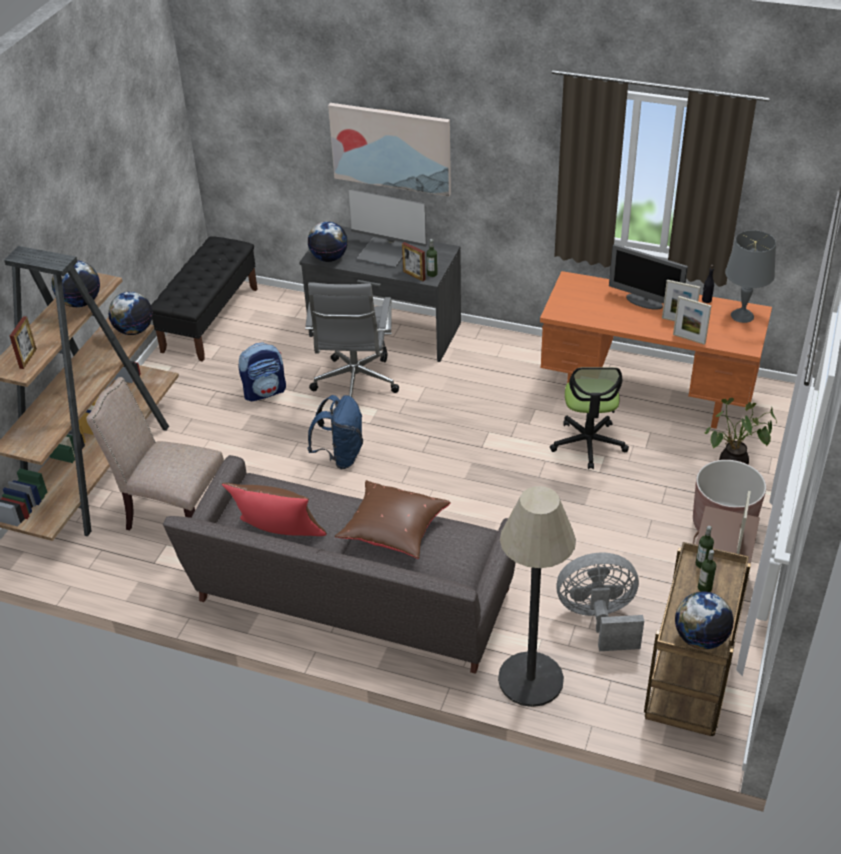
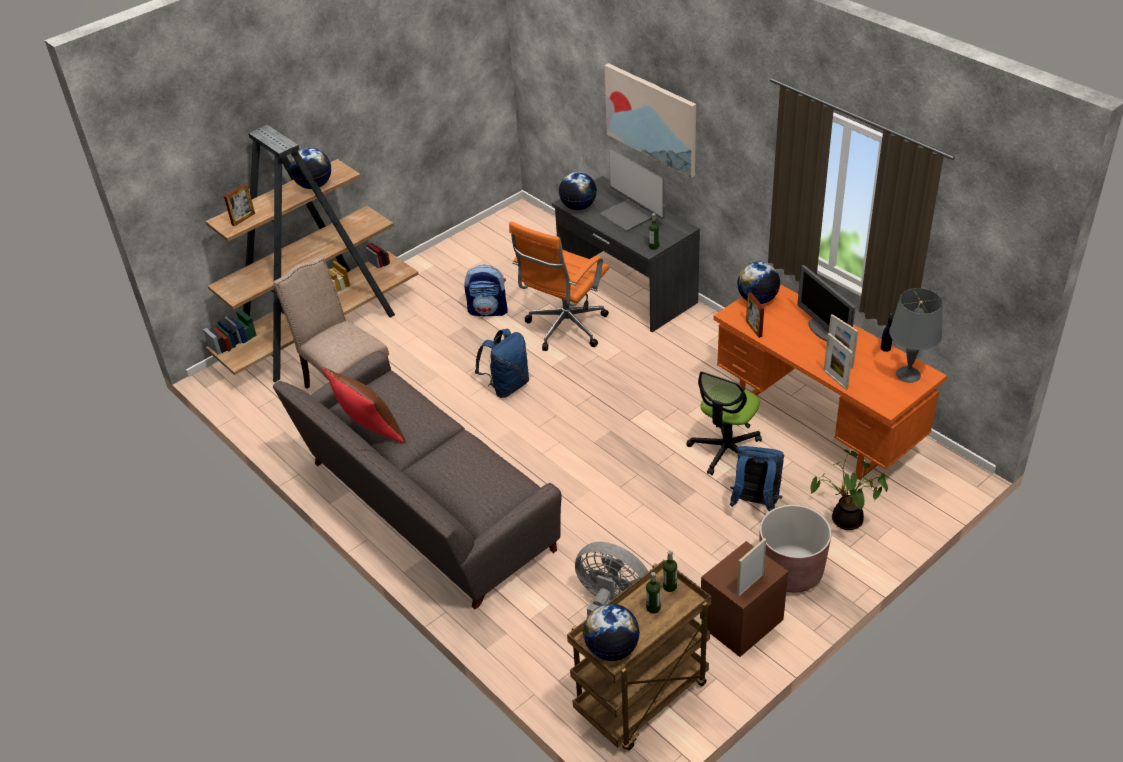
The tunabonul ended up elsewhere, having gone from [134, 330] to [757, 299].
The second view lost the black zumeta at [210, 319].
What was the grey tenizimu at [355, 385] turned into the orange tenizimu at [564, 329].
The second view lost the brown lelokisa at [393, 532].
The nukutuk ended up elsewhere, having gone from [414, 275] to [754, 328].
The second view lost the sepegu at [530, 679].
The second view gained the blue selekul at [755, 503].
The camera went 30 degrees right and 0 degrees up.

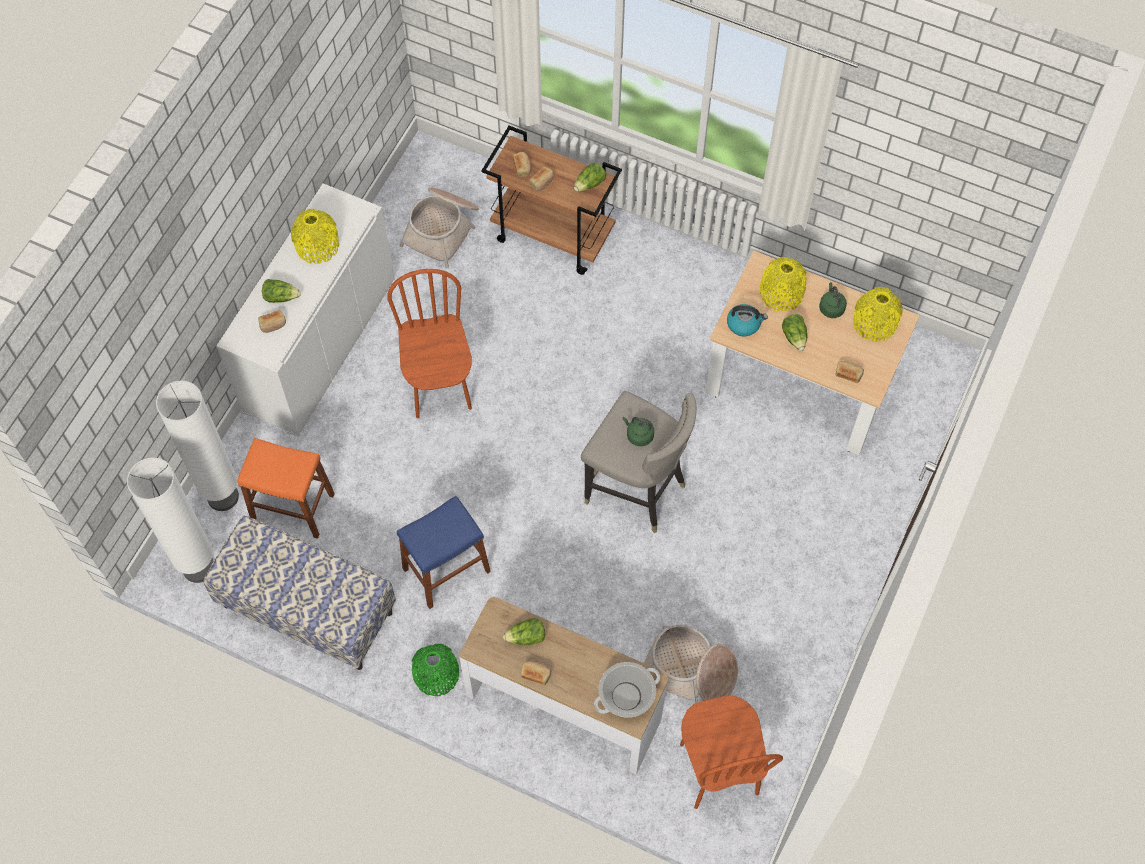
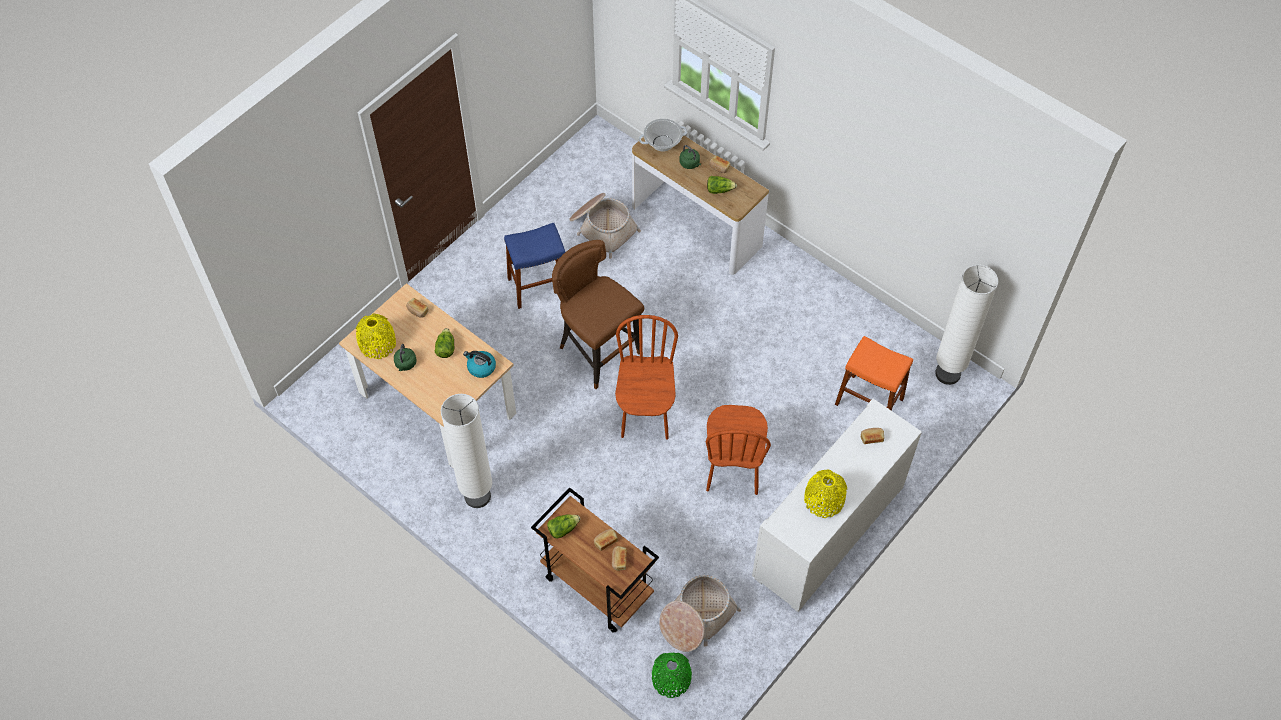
The white sepegu ended up elsewhere, having gone from [223, 497] to [477, 496].
The second view lost the zumeta at [307, 609].
The second view lost the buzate at [281, 296].
The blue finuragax ended up elsewhere, having gone from [446, 570] to [539, 286].
The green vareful ended up elsewhere, having gone from [436, 675] to [671, 679].
What was the grey finuragax at [636, 491] turned into the brown finuragax at [598, 352].
The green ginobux ended up elsewhere, having gone from [638, 435] to [690, 164].
The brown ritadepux ended up elsewhere, having gone from [718, 769] to [645, 416].
The second view lost the yellow vareful at [781, 293].
The camera went 165 degrees left and 5 degrees down.

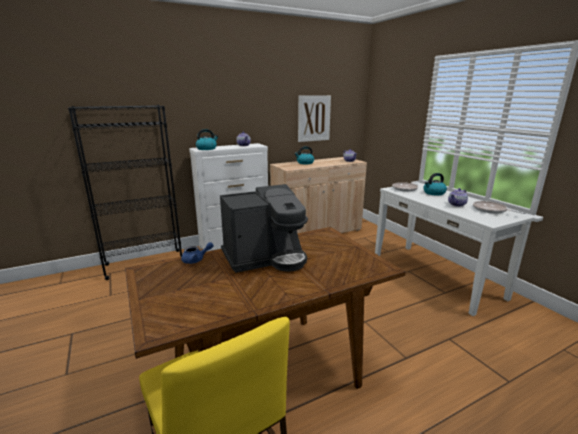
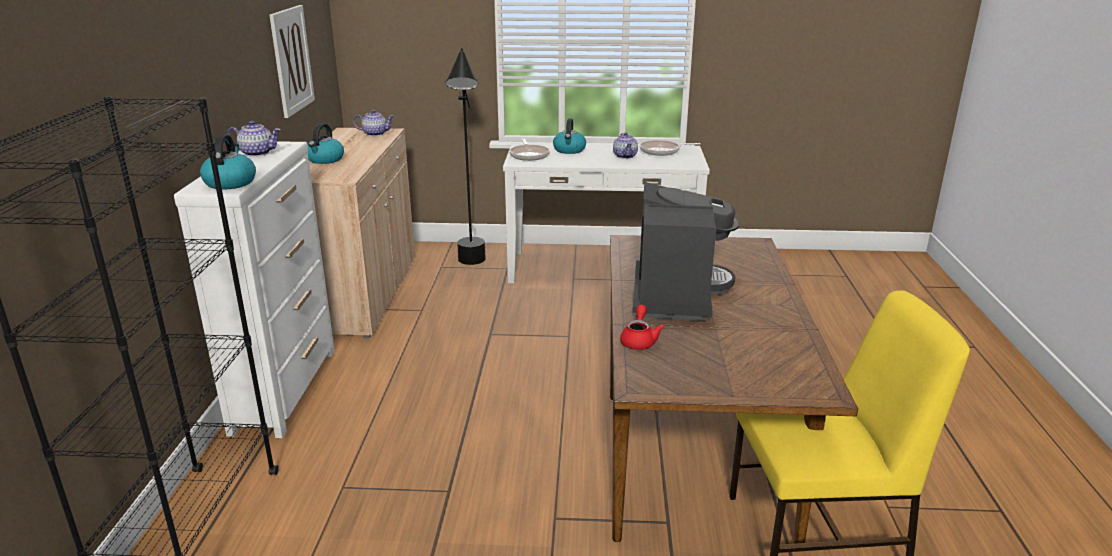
What was the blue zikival at [196, 260] turned into the red zikival at [639, 340].
The second view gained the black sepegu at [472, 268].
The camera went 60 degrees left and 5 degrees up.

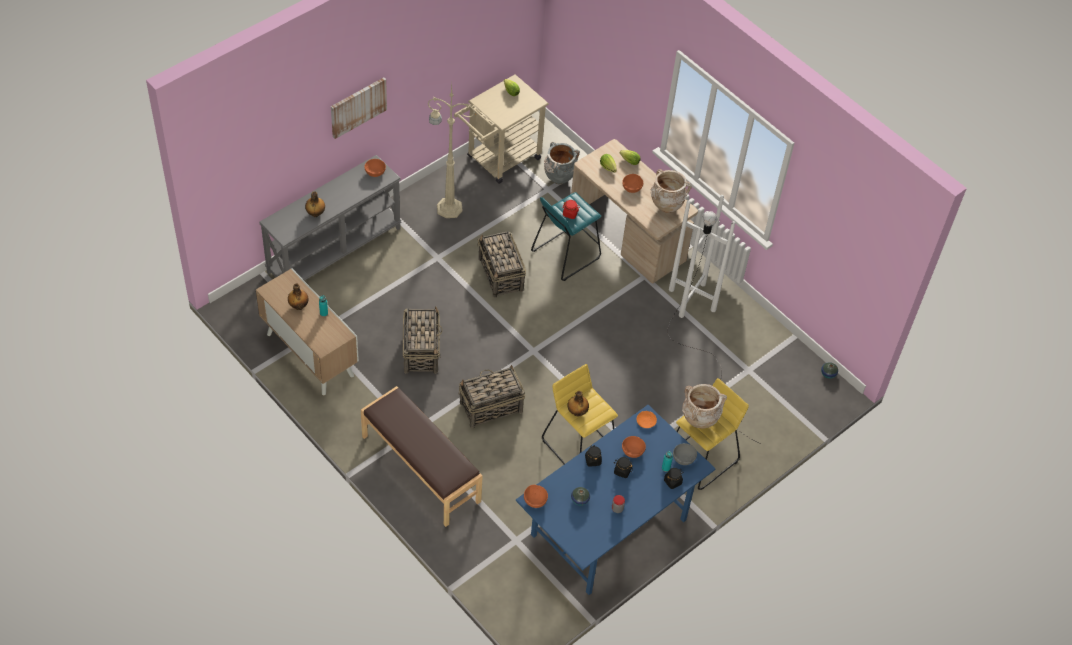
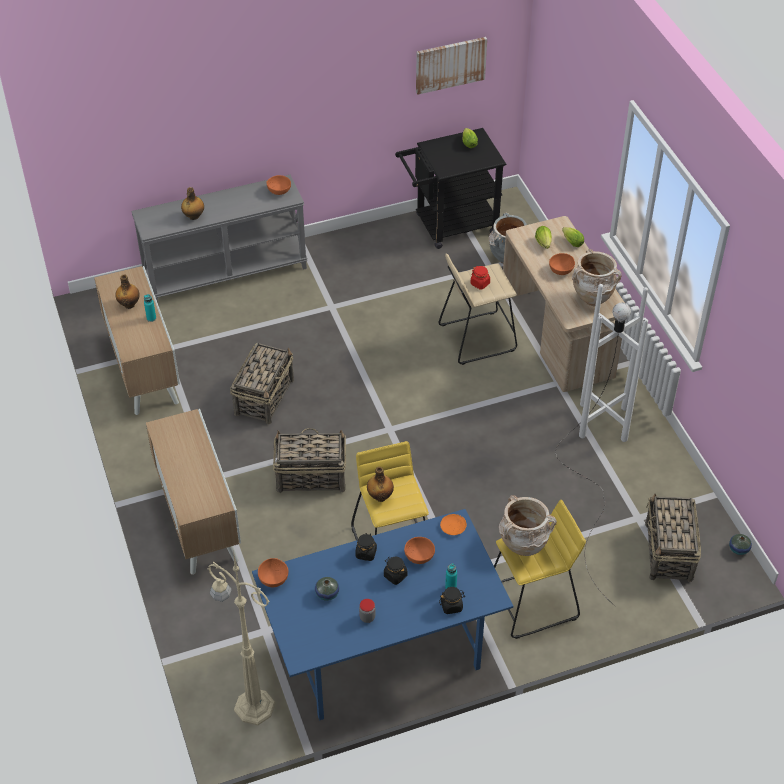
The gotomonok ended up elsewhere, having gone from [358, 107] to [450, 64].
Where the brown zumeta stood at [420, 469], the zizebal came to stand at [198, 520].
The beige sepegu ended up elsewhere, having gone from [448, 208] to [253, 705].
What was the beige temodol at [499, 160] turned into the black temodol at [449, 226].
The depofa ended up elsewhere, having gone from [501, 275] to [668, 552].
What was the turquoise finuragax at [565, 254] turned into the beige finuragax at [477, 337].
The second view lost the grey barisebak at [684, 459].
The camera went 25 degrees right and 5 degrees down.

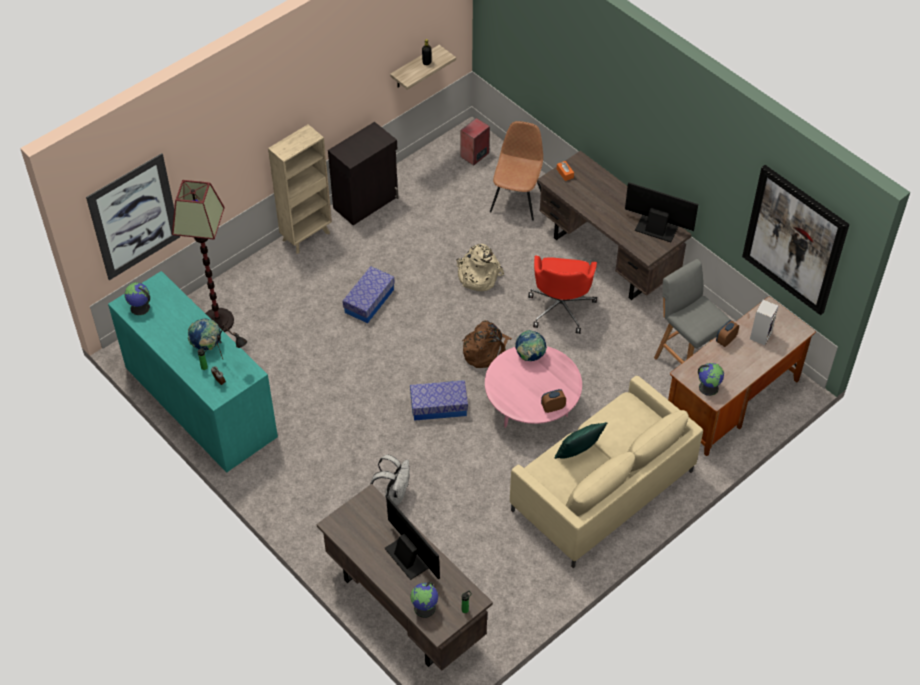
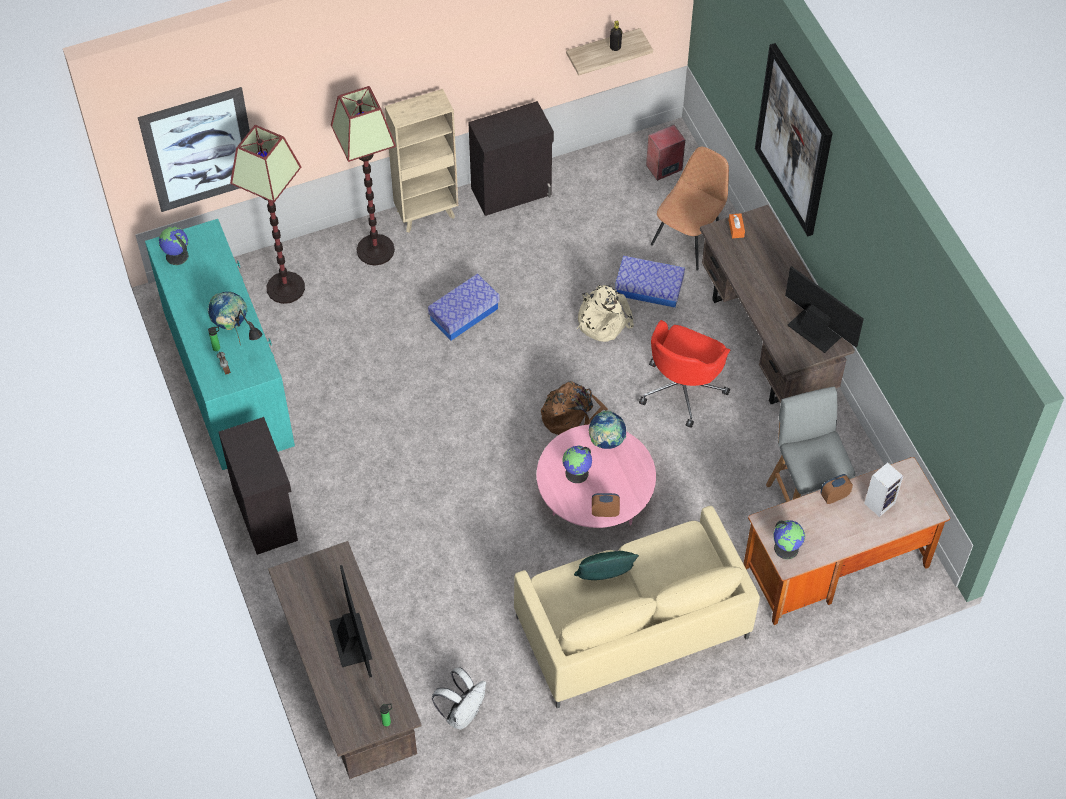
The white selekul ended up elsewhere, having gone from [394, 494] to [462, 713].
The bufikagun ended up elsewhere, having gone from [438, 406] to [649, 289].
The tunabonul ended up elsewhere, having gone from [425, 608] to [577, 473].
The gotomonok ended up elsewhere, having gone from [795, 240] to [794, 140].
The second view gained the black zizebal at [266, 514].
The second view gained the sepegu at [375, 249].
The camera went 20 degrees right and 5 degrees up.

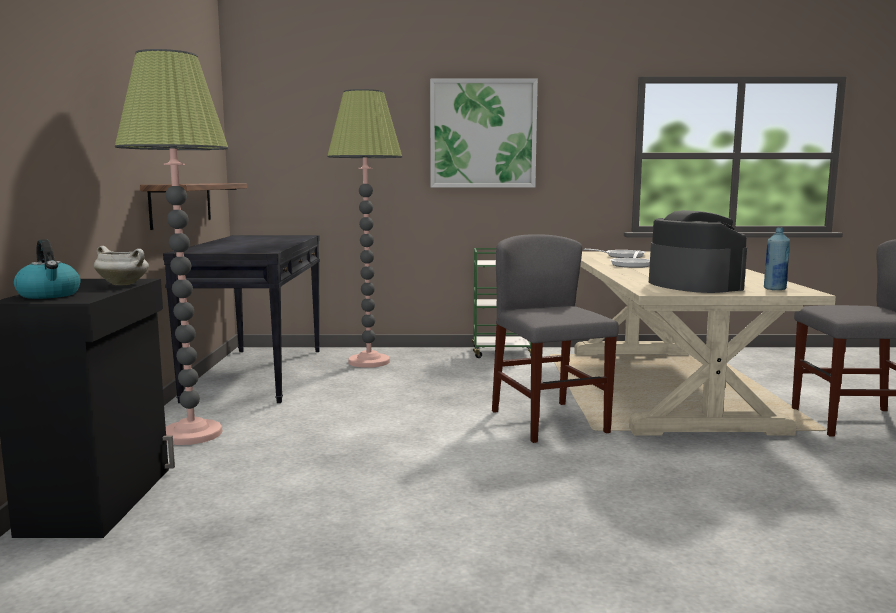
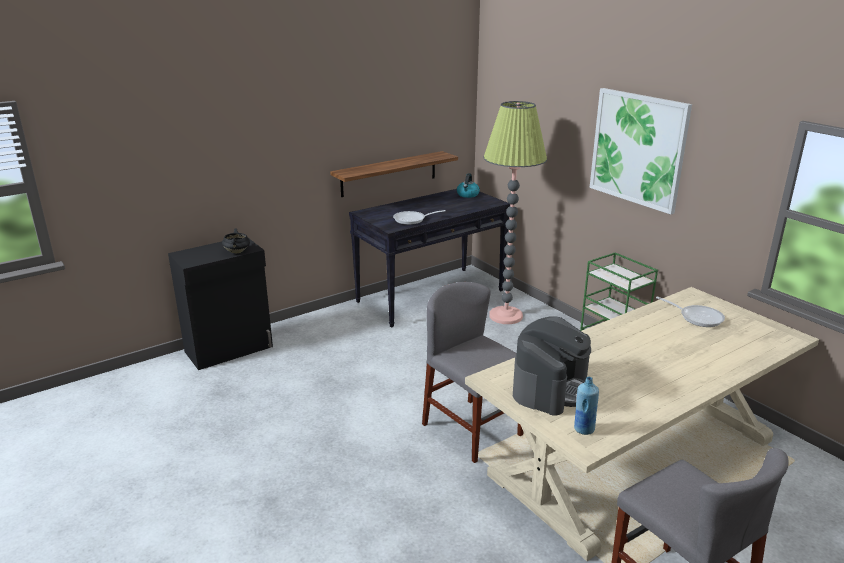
The ginobux ended up elsewhere, having gone from [49, 295] to [468, 195].
What was the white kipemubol at [124, 284] turned into the black kipemubol at [237, 252].
The second view lost the sepegu at [191, 434].
The grey ritadepux at [549, 421] ended up facing another way, 75 degrees counterclockwise from before.
The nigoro ended up elsewhere, having gone from [632, 265] to [412, 220].
The camera went 55 degrees right and 15 degrees up.

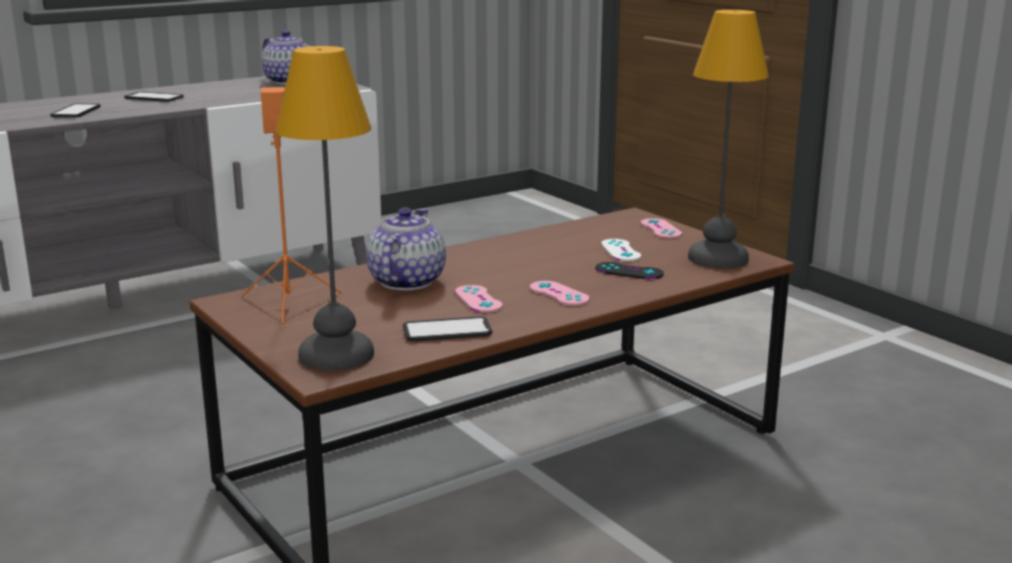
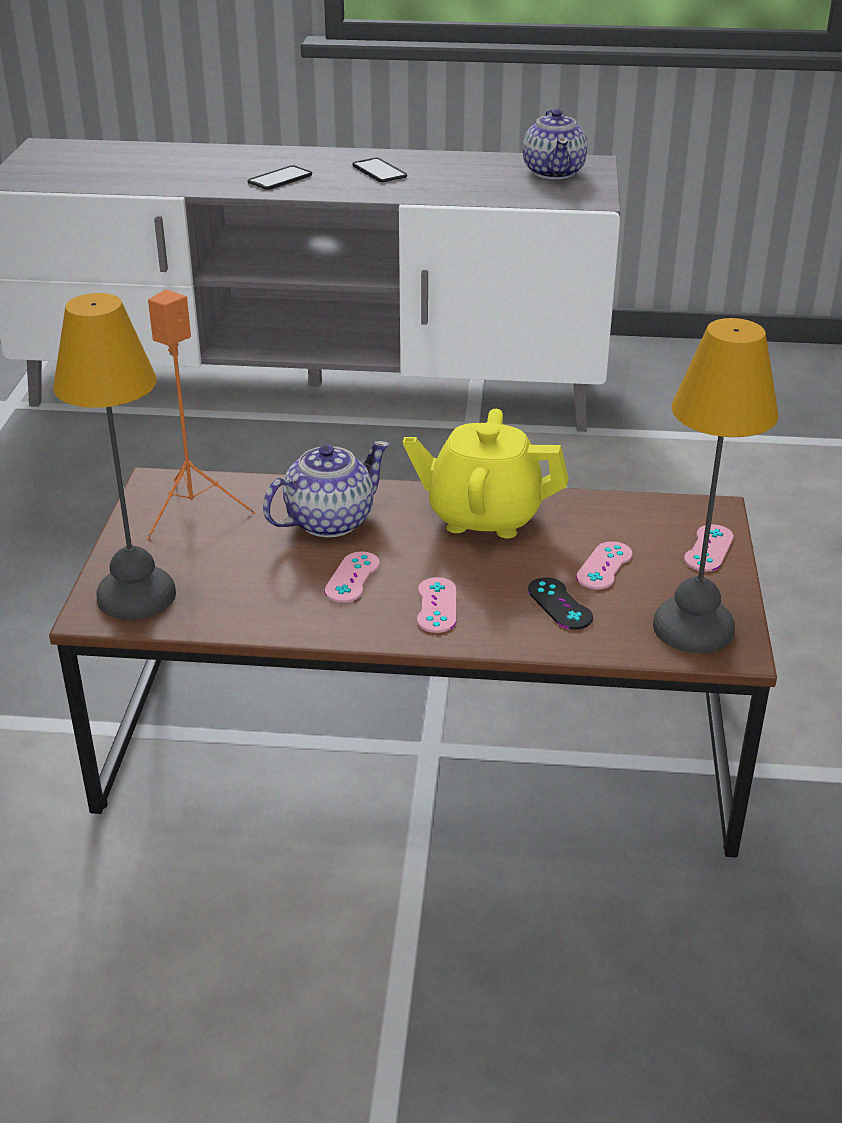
The second view lost the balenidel at [447, 331].
What was the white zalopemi at [620, 250] turned into the pink zalopemi at [604, 566].
The second view gained the yellow zikival at [483, 516].
The camera went 40 degrees right and 15 degrees up.

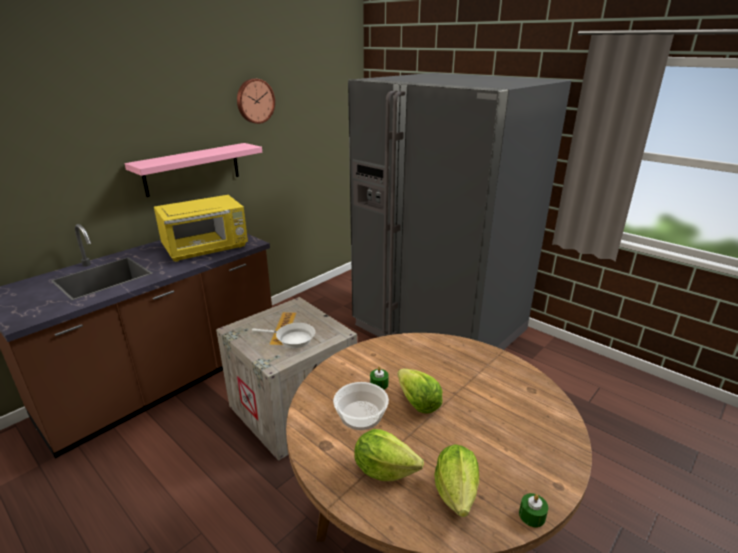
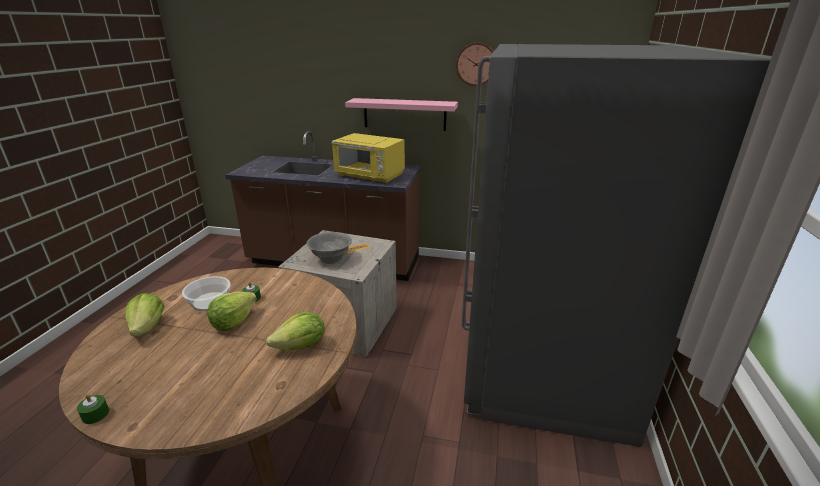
Where the white nigoro stood at [292, 339], the grey barisebak came to stand at [330, 258].
The buzate ended up elsewhere, having gone from [456, 492] to [301, 346].
The camera went 60 degrees right and 0 degrees up.

